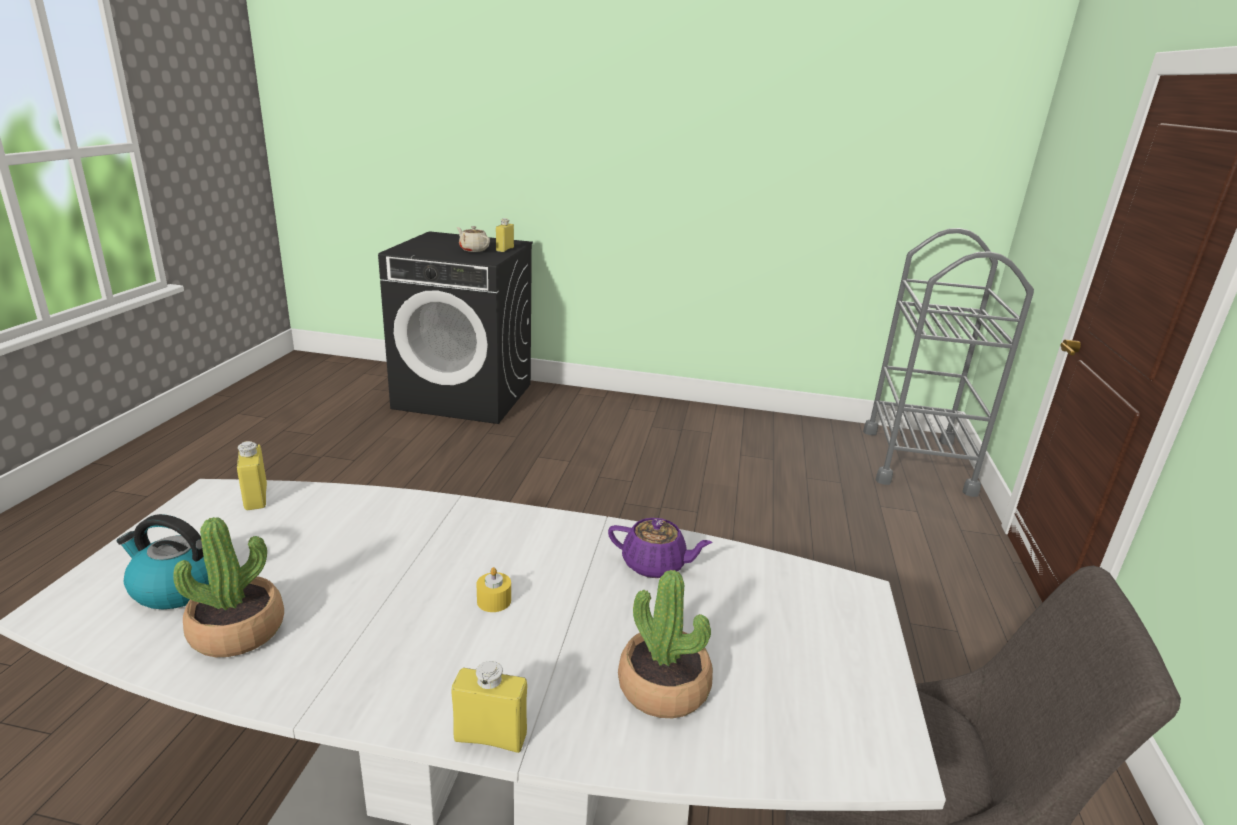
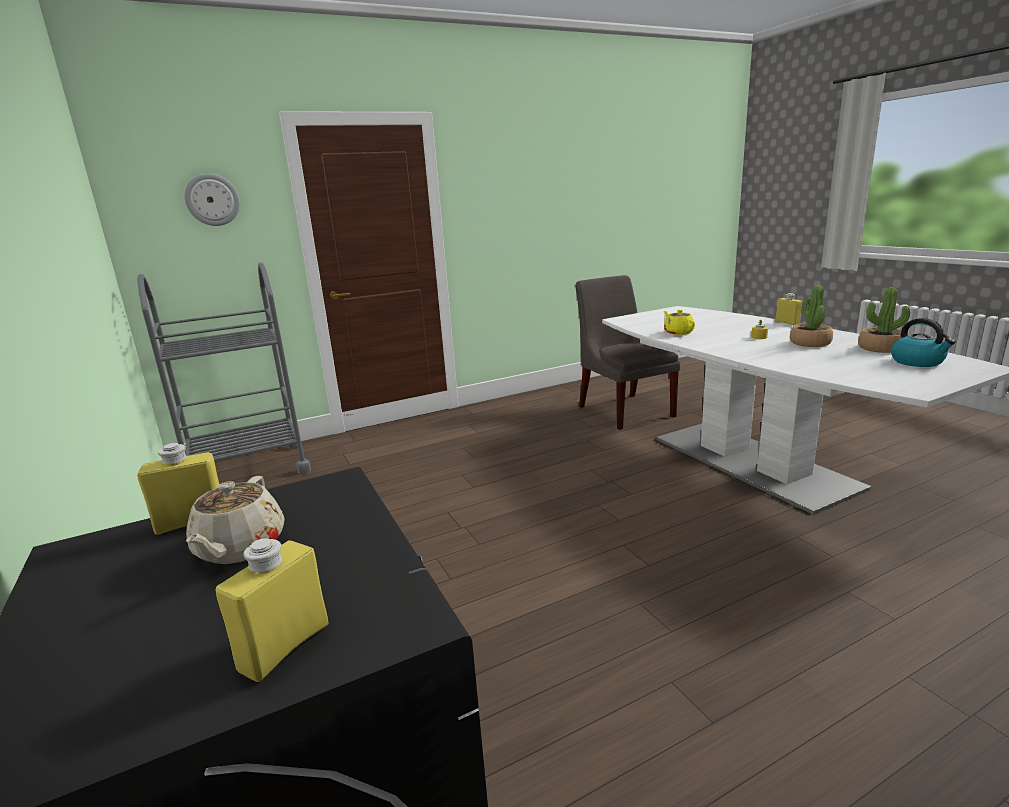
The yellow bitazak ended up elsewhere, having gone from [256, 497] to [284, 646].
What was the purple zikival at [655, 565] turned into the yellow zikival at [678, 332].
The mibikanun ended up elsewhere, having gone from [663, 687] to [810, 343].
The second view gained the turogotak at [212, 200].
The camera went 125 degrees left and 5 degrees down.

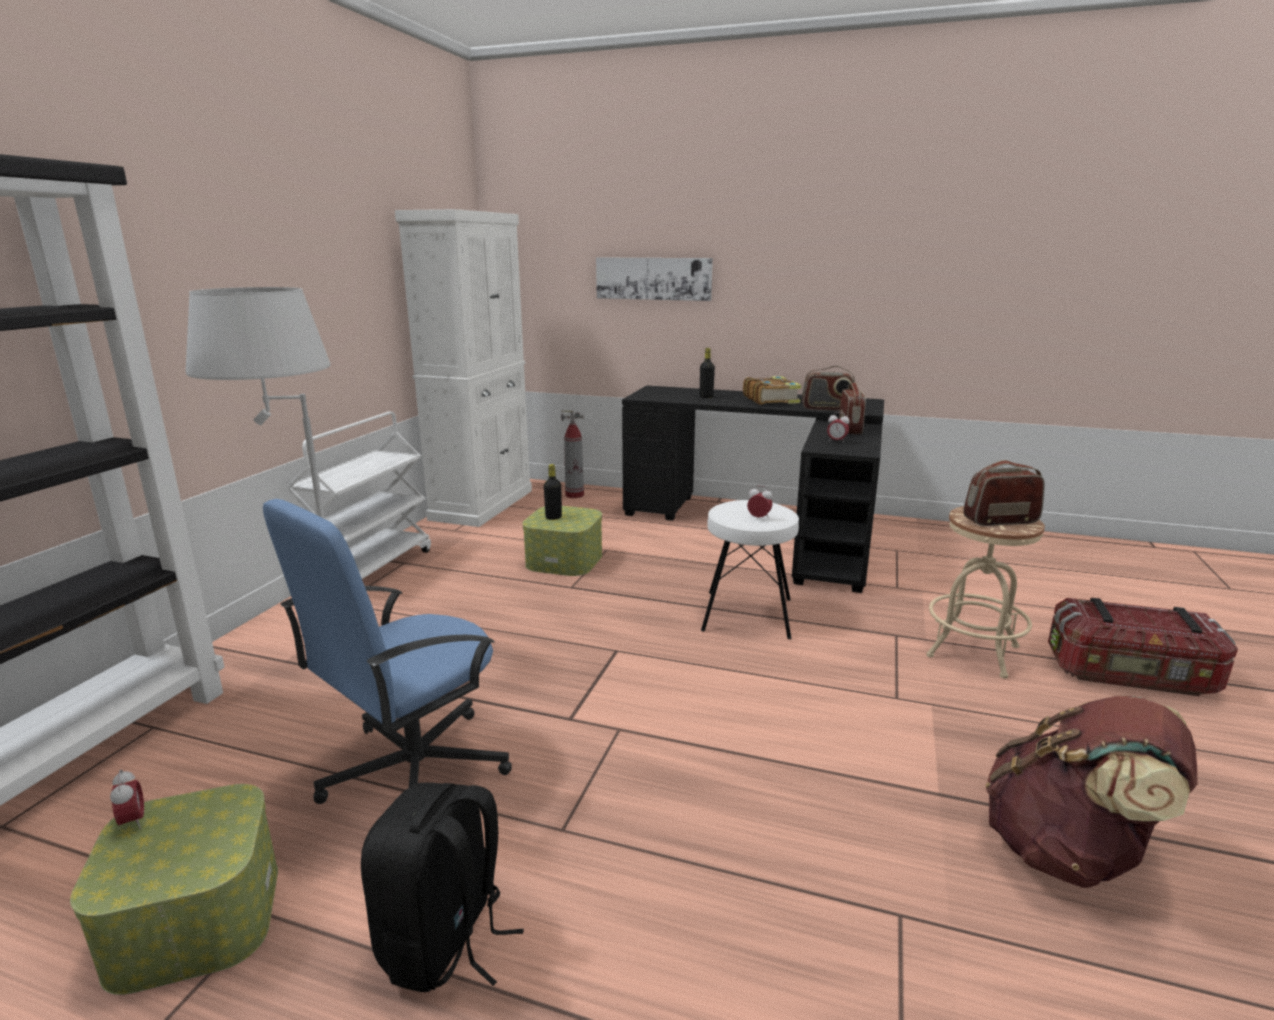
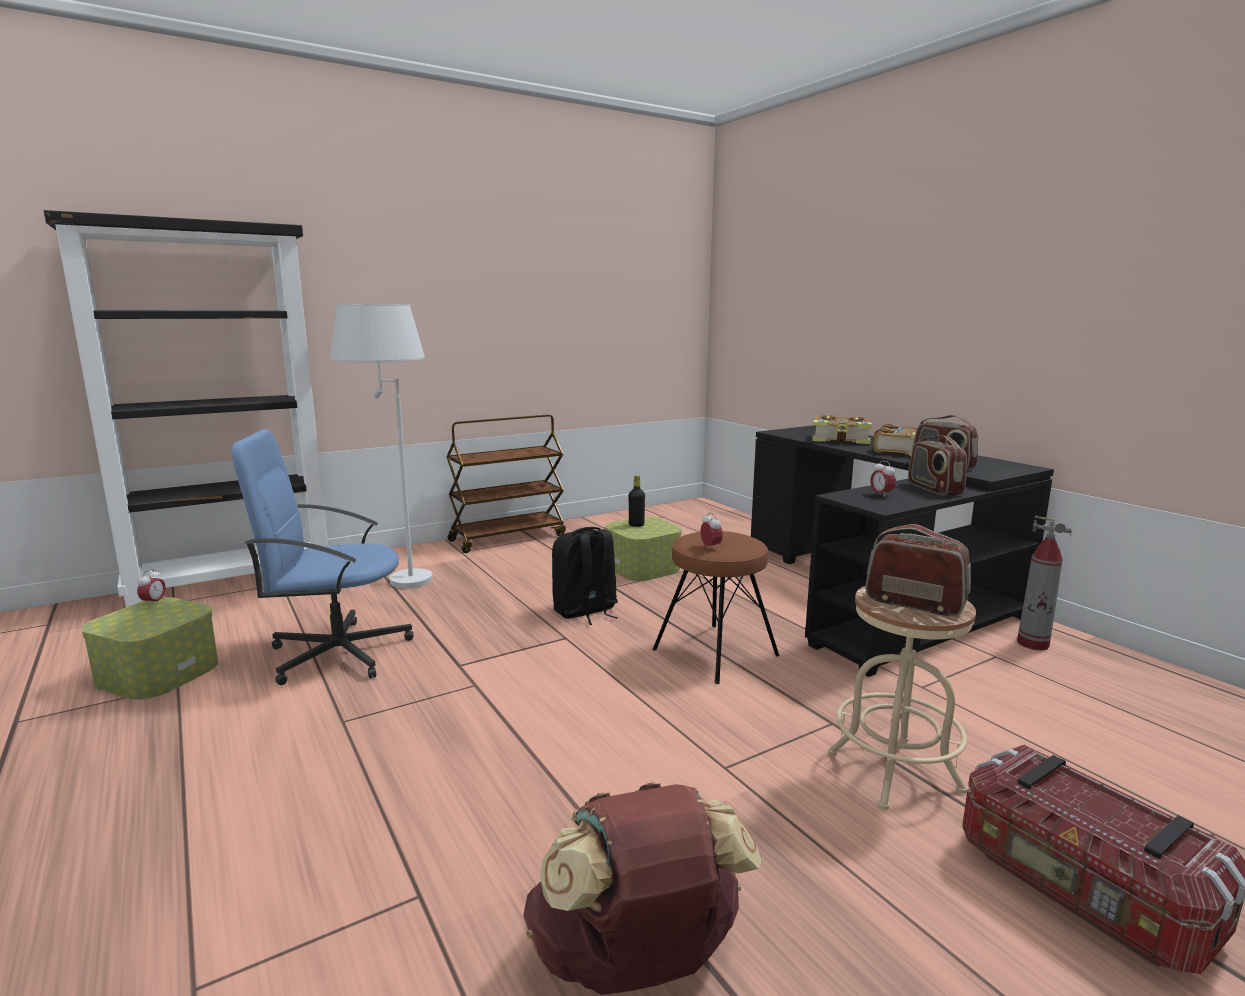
What was the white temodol at [370, 571] turned into the brown temodol at [508, 538].
The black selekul ended up elsewhere, having gone from [445, 942] to [585, 611].
The second view lost the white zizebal at [482, 504].
The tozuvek ended up elsewhere, having gone from [575, 495] to [1033, 644].
The second view lost the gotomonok at [653, 278].
Where the black bitazak stood at [706, 397], the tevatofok came to stand at [841, 440].
What was the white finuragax at [747, 614] turned into the brown finuragax at [715, 652].
The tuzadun at [850, 429] ended up facing another way, 120 degrees clockwise from before.
The camera went 40 degrees right and 5 degrees down.

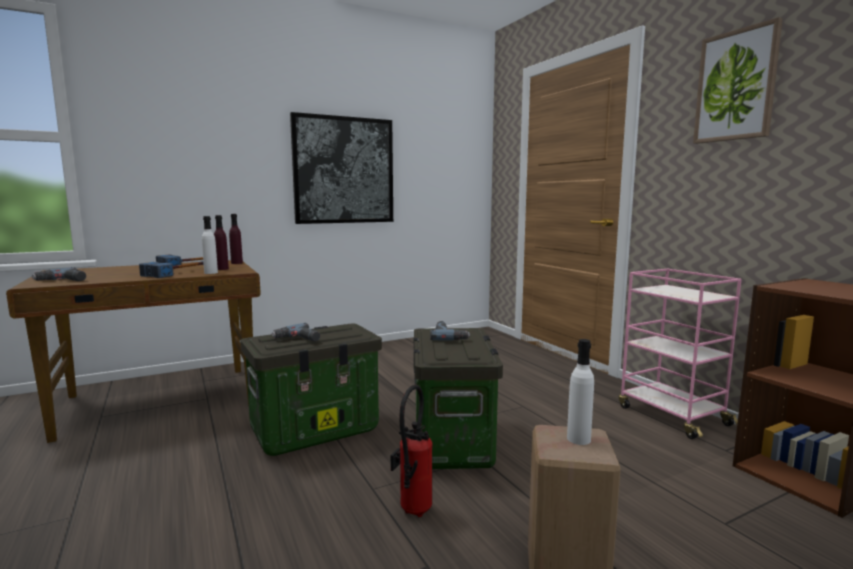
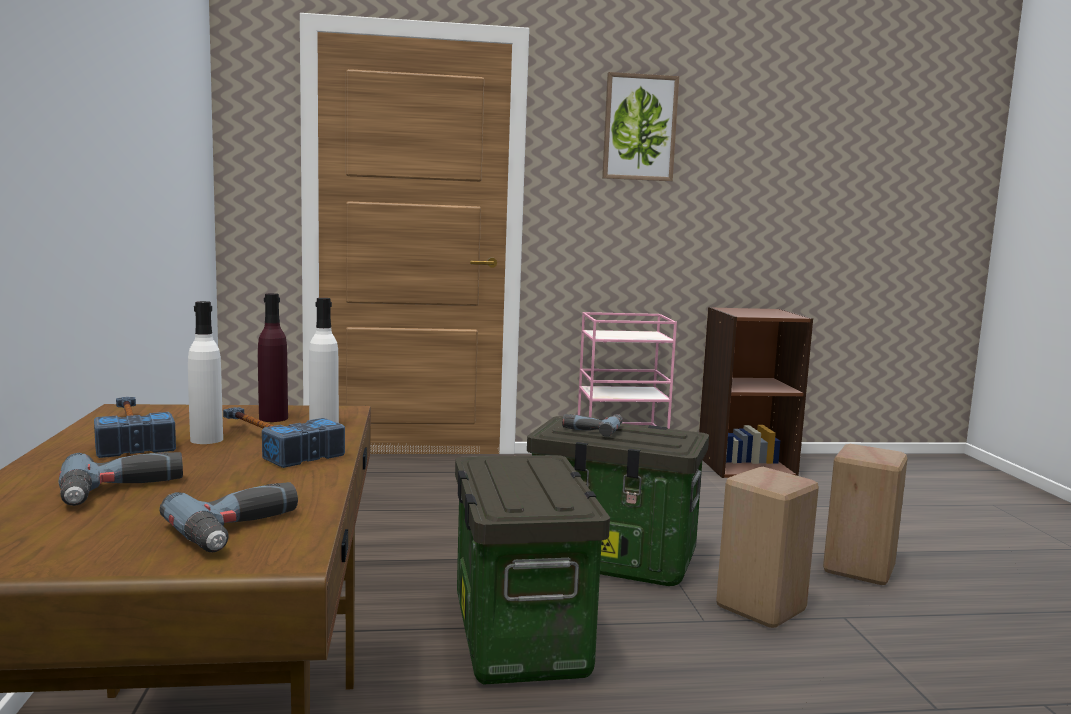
The second view lost the purple bitazak at [237, 263].
The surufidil ended up elsewhere, having gone from [297, 339] to [123, 490].
The second view lost the gotomonok at [344, 170].
Where the tozuvek stood at [412, 512], the beige finuragax came to stand at [758, 608].
The white bitazak ended up elsewhere, having gone from [578, 439] to [206, 440].
The camera went 70 degrees left and 0 degrees up.

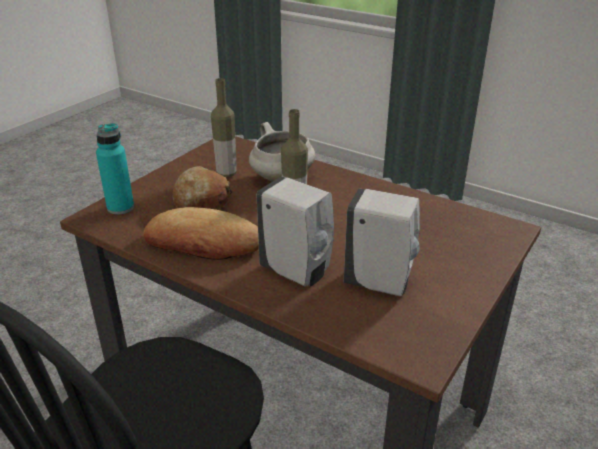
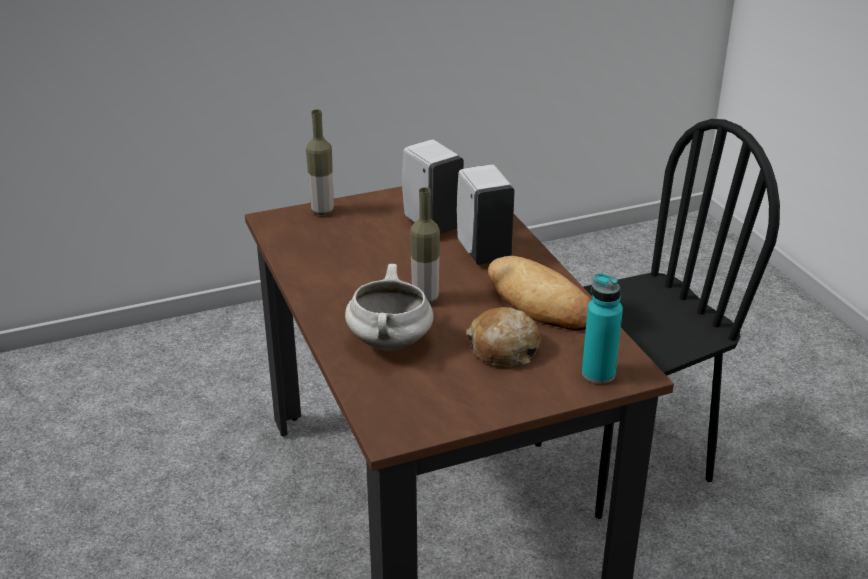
The bitazak ended up elsewhere, having gone from [226, 173] to [322, 211].
The camera went 145 degrees left and 0 degrees up.

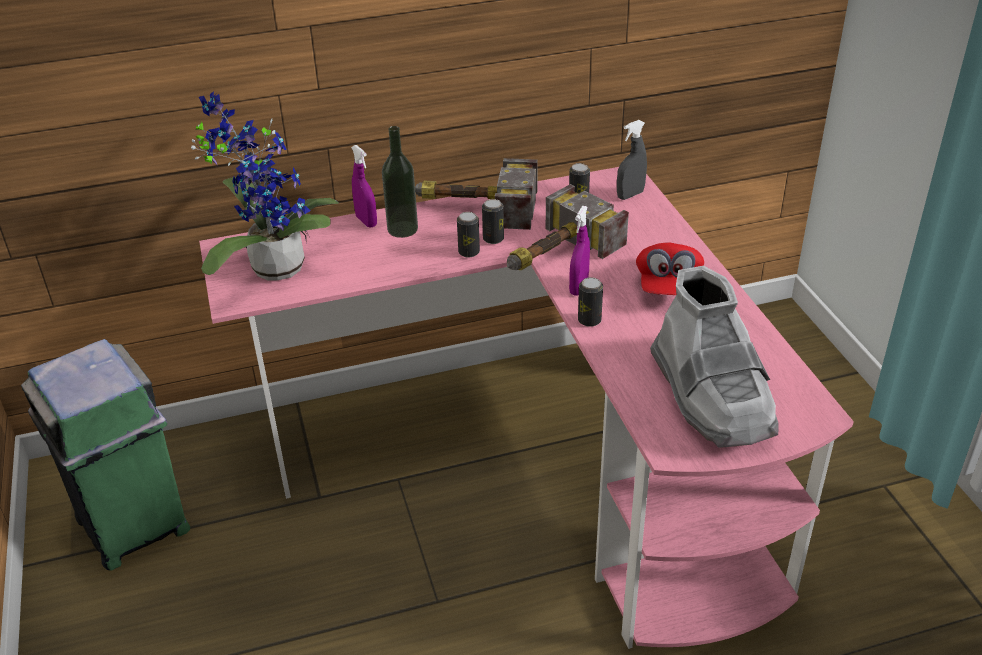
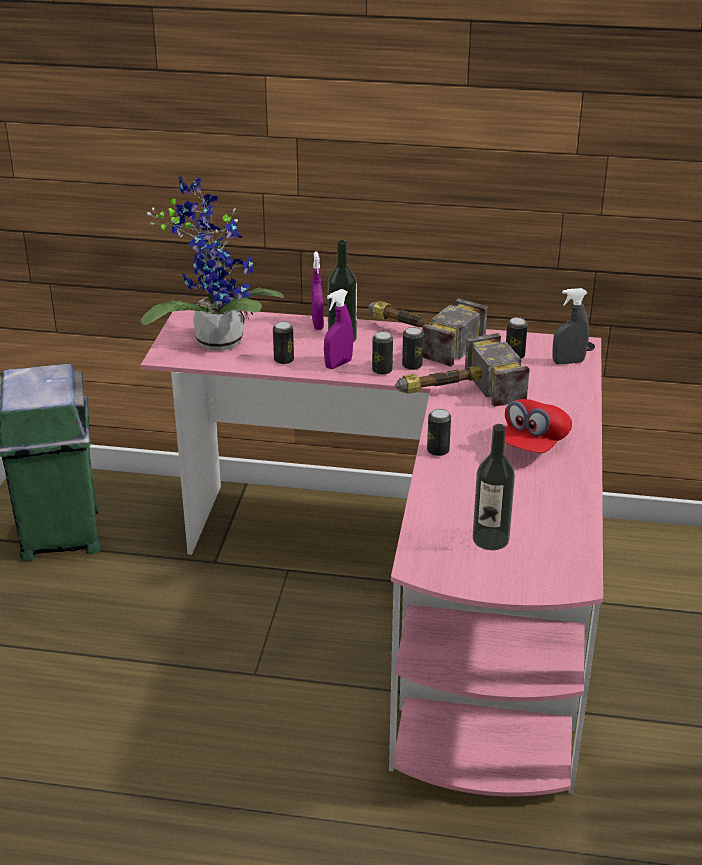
The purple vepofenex ended up elsewhere, having gone from [579, 287] to [338, 364].
Where the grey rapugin stood at [711, 396], the bitazak came to stand at [490, 539].
The second view gained the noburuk at [284, 360].
The camera went 25 degrees right and 5 degrees down.

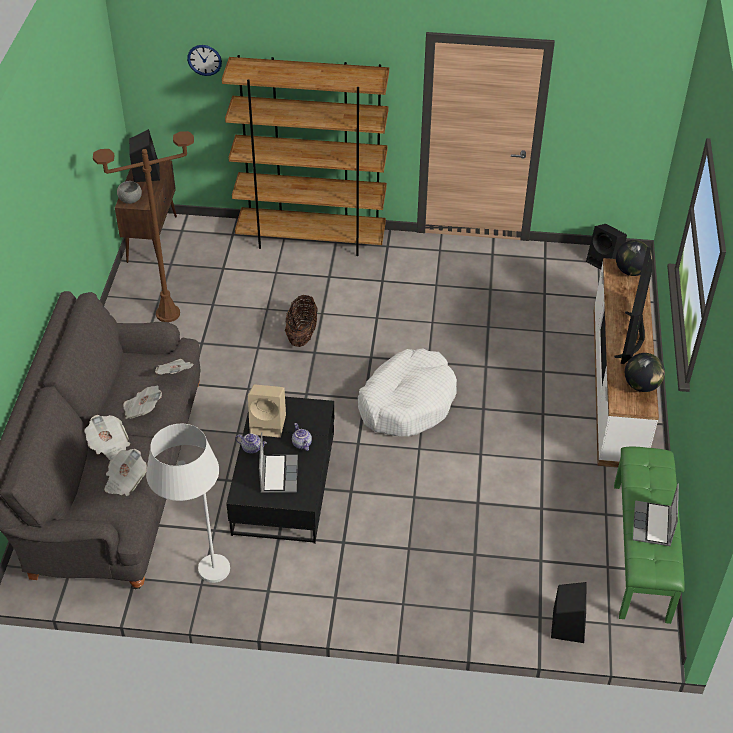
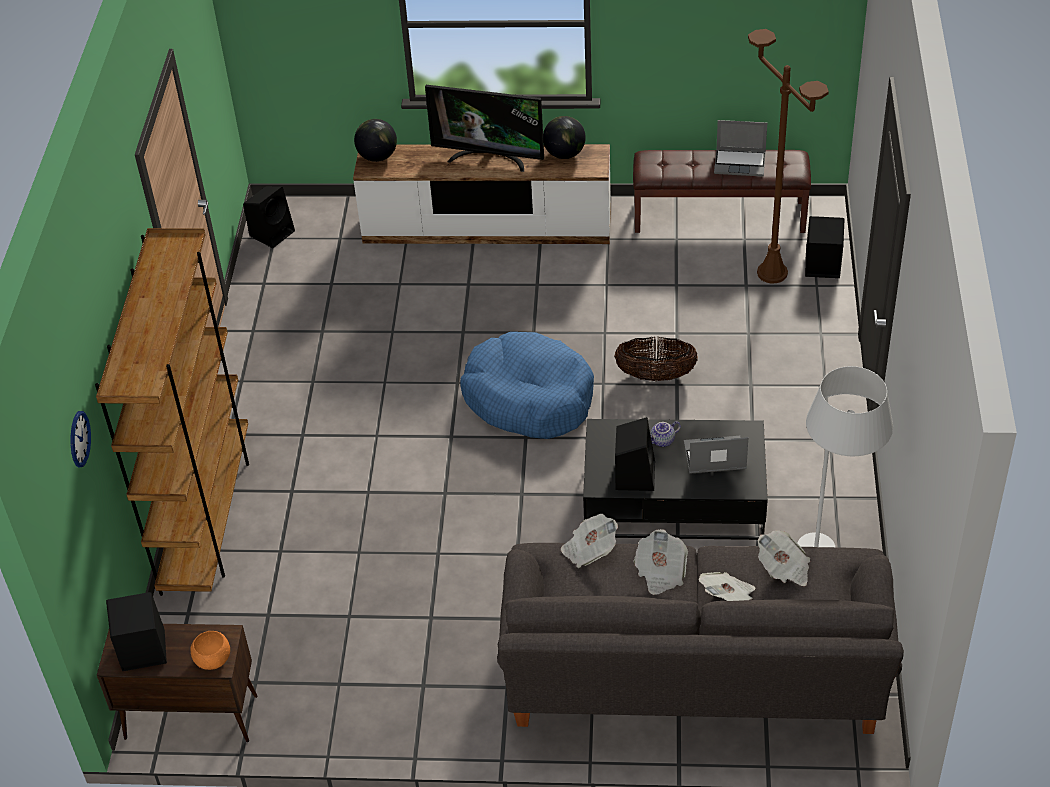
The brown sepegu ended up elsewhere, having gone from [167, 314] to [772, 273].
What was the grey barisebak at [130, 199] turned into the orange barisebak at [212, 659].
The second view lost the zikival at [252, 448].
What was the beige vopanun at [269, 424] turned into the black vopanun at [634, 474].
The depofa ended up elsewhere, having gone from [302, 334] to [655, 375].
What was the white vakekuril at [407, 402] turned into the blue vakekuril at [529, 398].
What was the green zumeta at [642, 551] turned into the brown zumeta at [719, 215].
The camera went 90 degrees left and 0 degrees up.

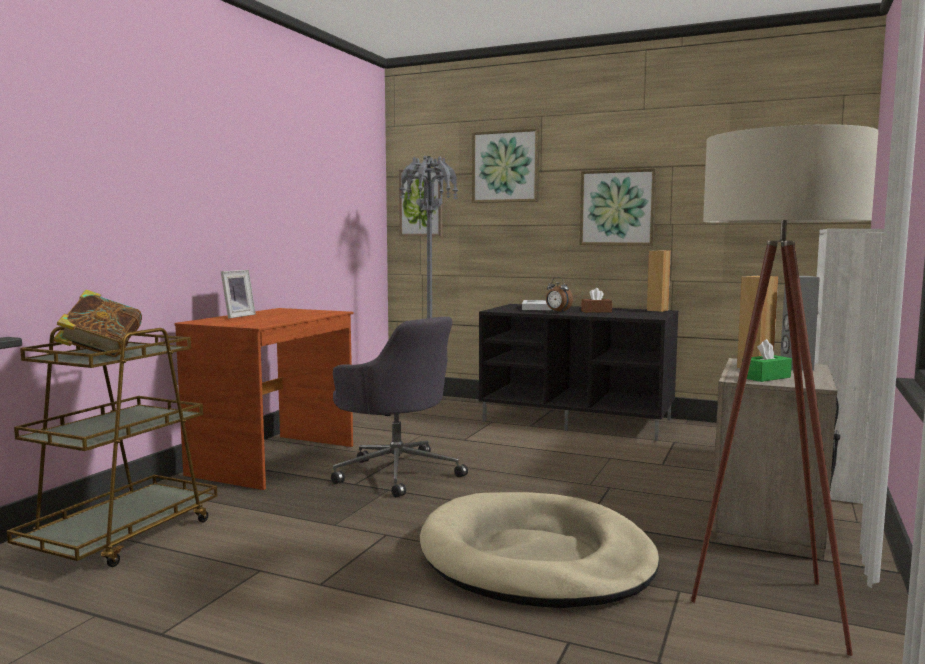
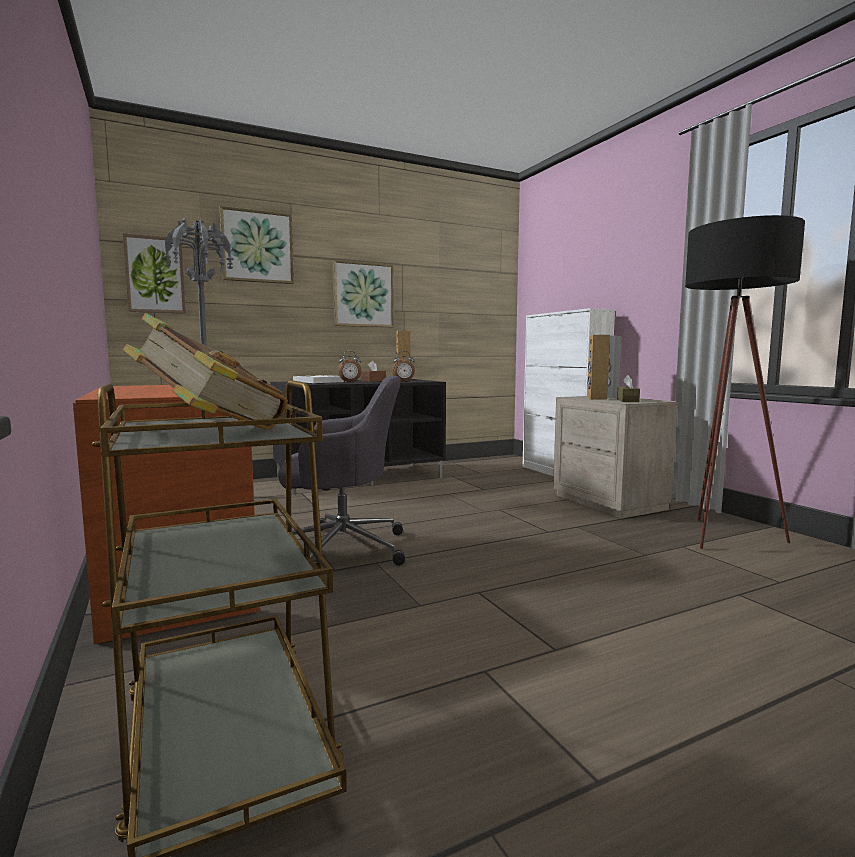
The second view lost the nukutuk at [236, 316].
The second view lost the beige vakekuril at [535, 558].
What was the beige sepegu at [763, 608] turned into the black sepegu at [721, 539].
What was the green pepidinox at [765, 377] turned into the brown pepidinox at [628, 401].
The second view gained the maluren at [404, 382].
The camera went 50 degrees left and 0 degrees up.

